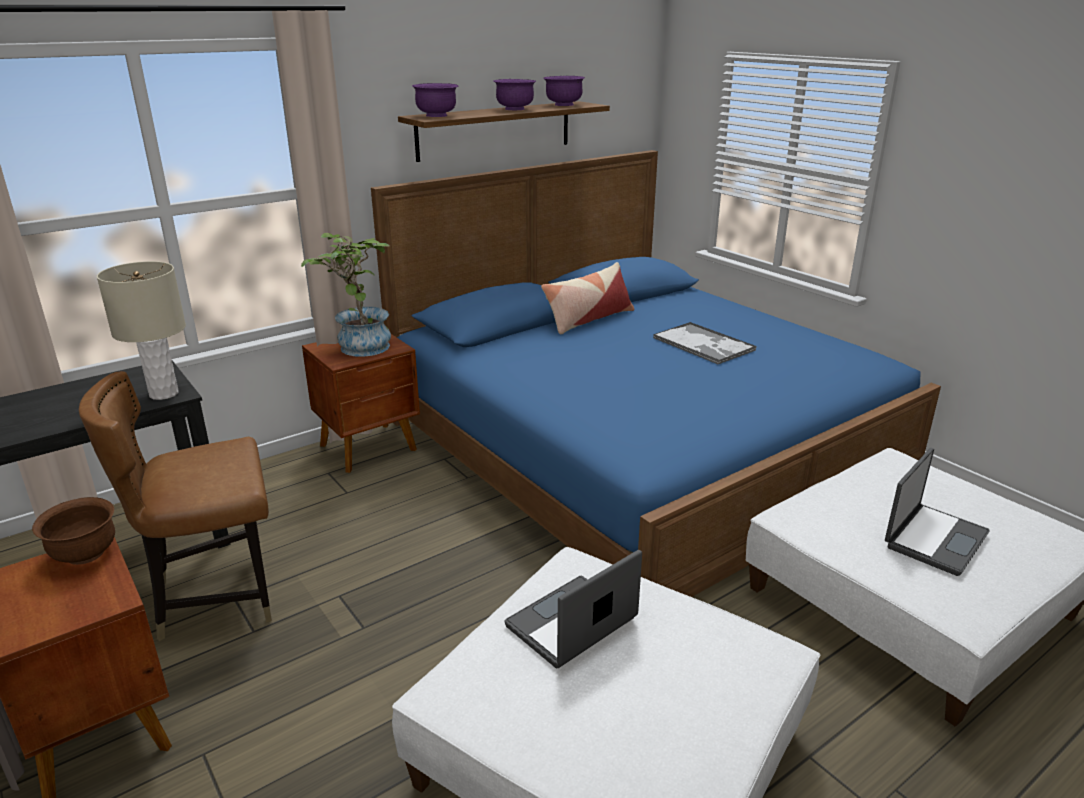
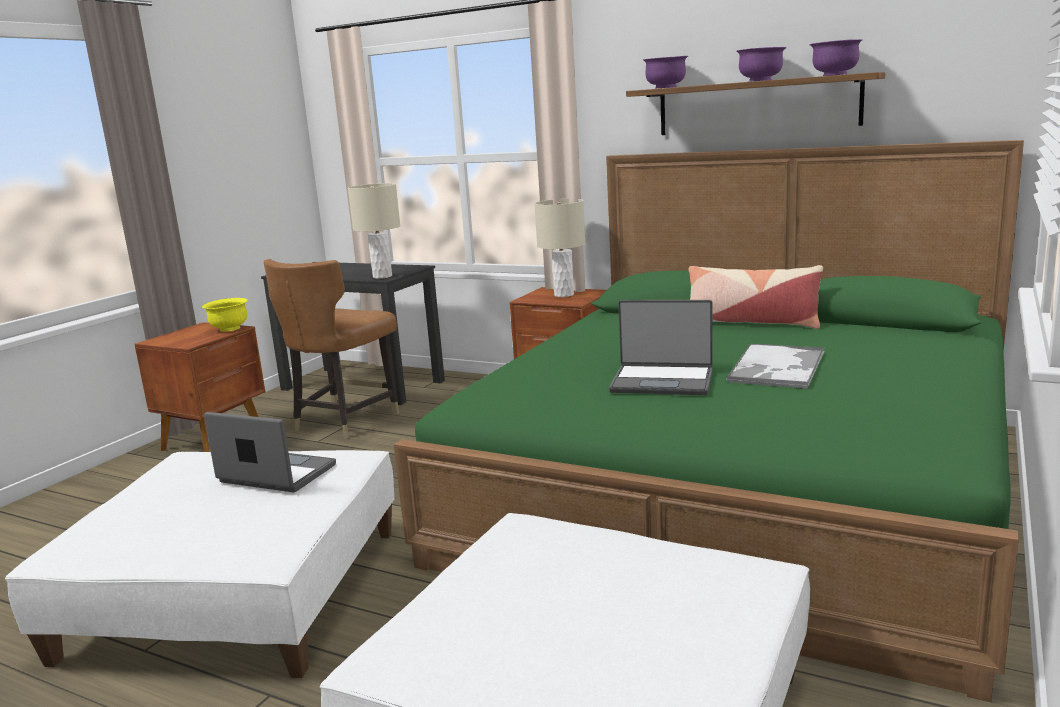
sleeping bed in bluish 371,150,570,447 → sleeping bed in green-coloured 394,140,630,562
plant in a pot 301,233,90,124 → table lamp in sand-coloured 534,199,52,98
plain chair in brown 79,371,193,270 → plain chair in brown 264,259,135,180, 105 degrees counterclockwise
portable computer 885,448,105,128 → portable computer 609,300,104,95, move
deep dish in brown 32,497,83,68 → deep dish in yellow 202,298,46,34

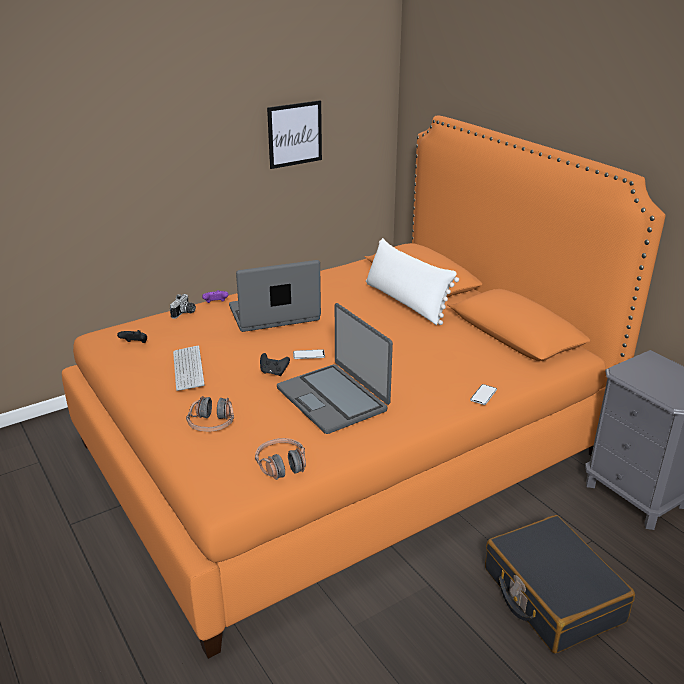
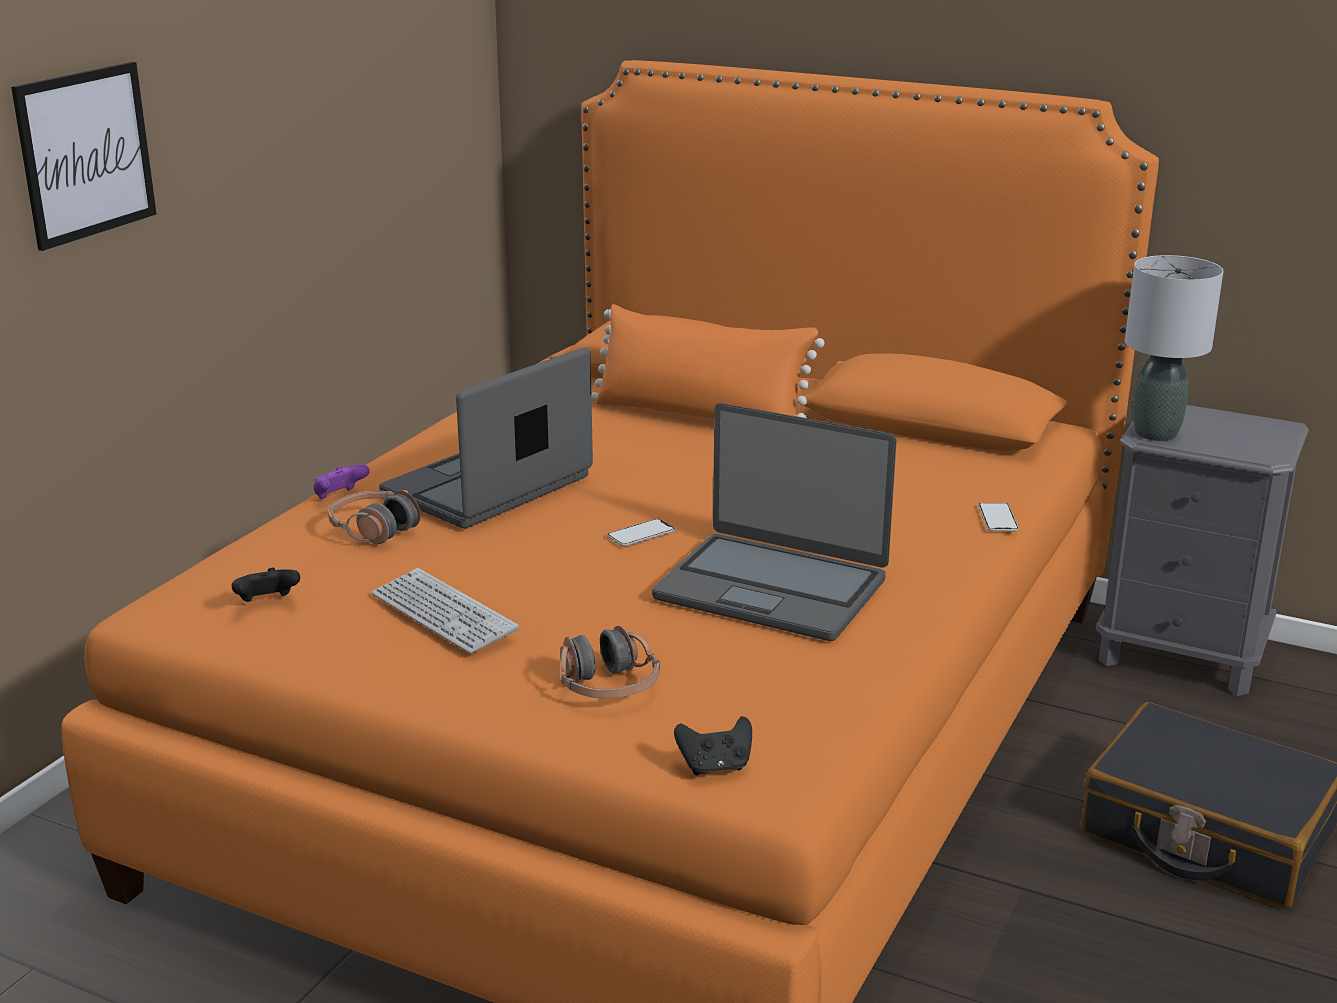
wall picture 267,100,55,69 → wall picture 11,62,145,189, move
throw pillow in white 366,238,93,87 → throw pillow in orange-coloured 591,304,234,115
still camera 170,294,26,25 → -
game controller in black-coloured 260,353,30,23 → game controller in black-coloured 674,716,78,59, move
headset 255,438,51,42 → headset 328,490,93,54, move
- → table lamp in gray 1125,255,98,186

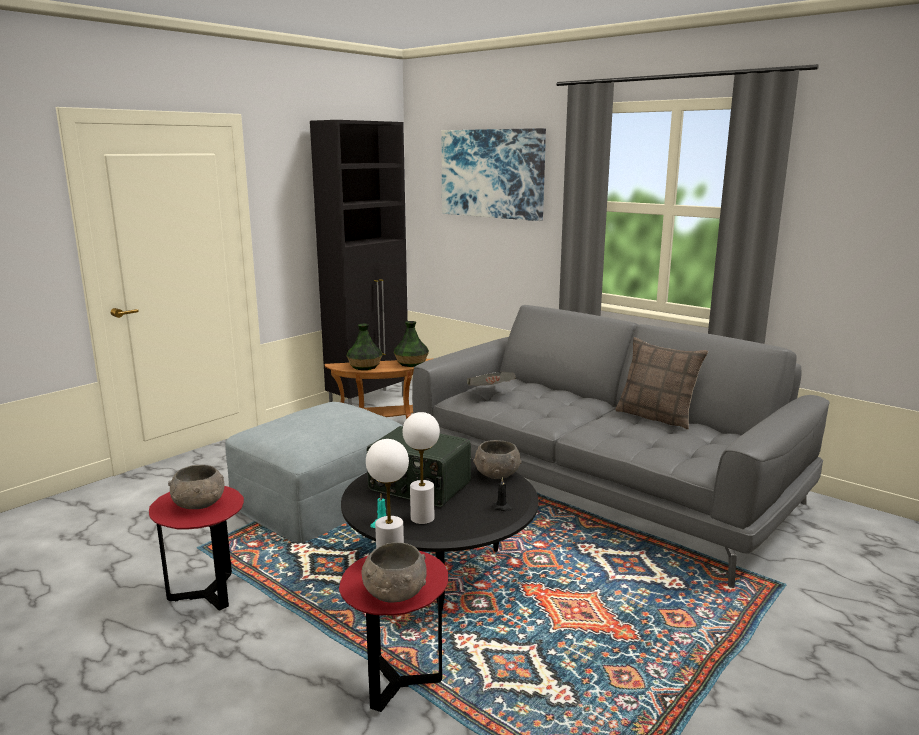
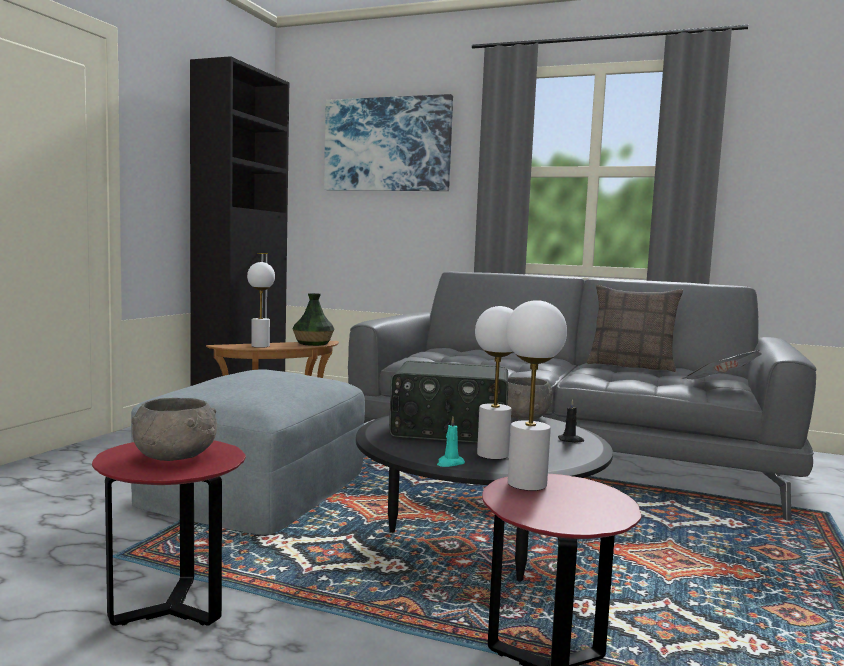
decorative vase 347,324,35,46 → table lamp in white 247,262,28,86
newspaper 467,372,49,14 → newspaper 682,350,80,30, move
deep dish in gray 361,542,66,61 → -

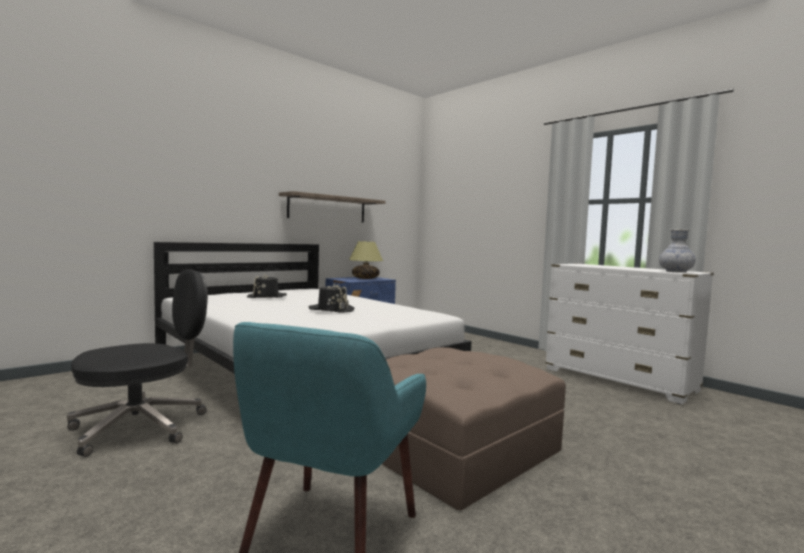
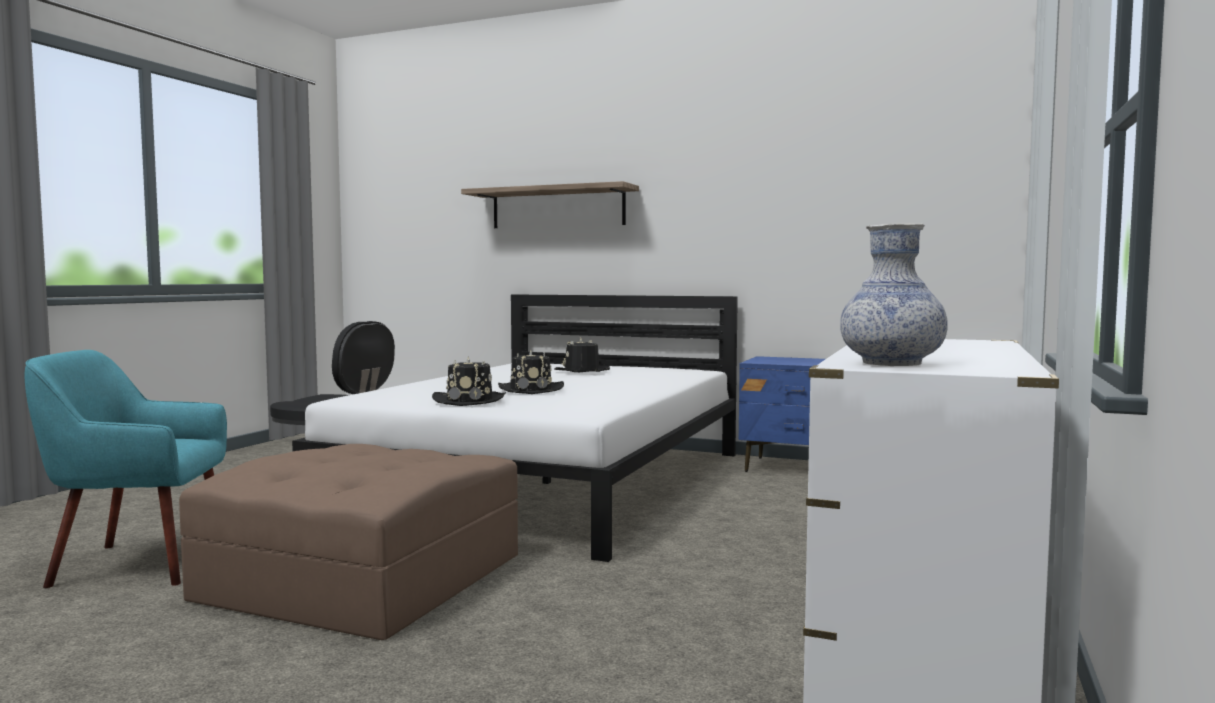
shelf 279,191,106,31 → shelf 461,181,178,47, move
table lamp 349,241,34,38 → -
- → hat in black-coloured 432,356,74,50

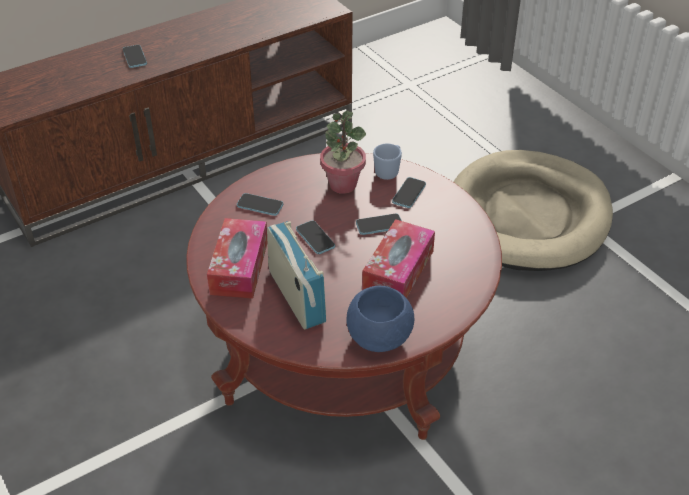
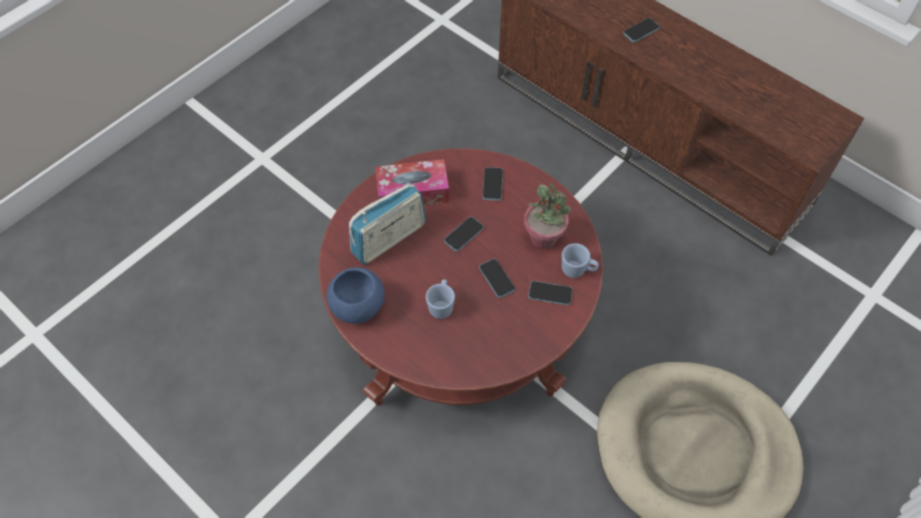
tissue box 362,219,73,79 → coffee mug in bluish 426,279,29,40

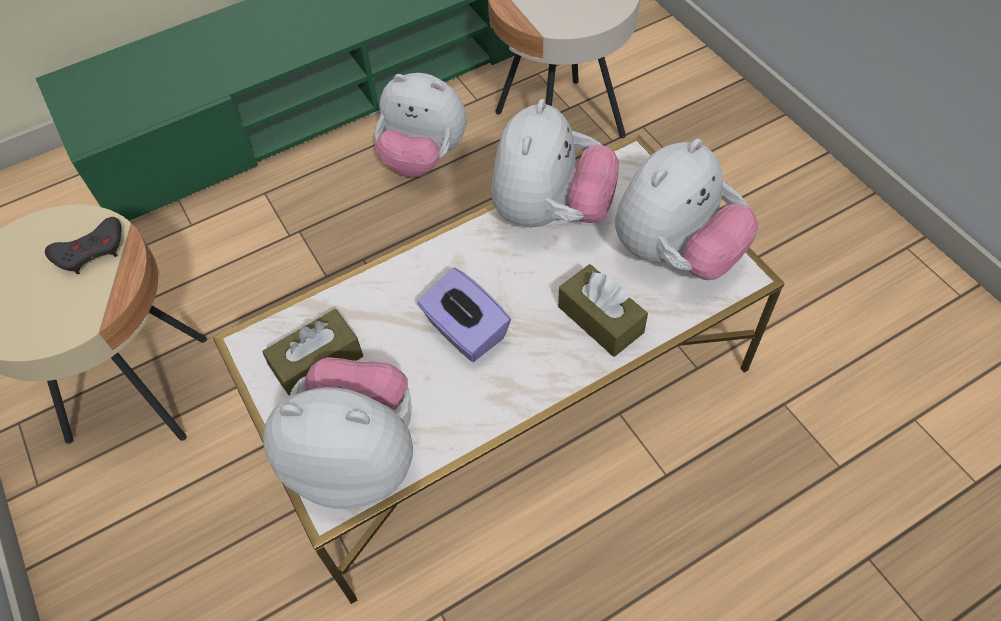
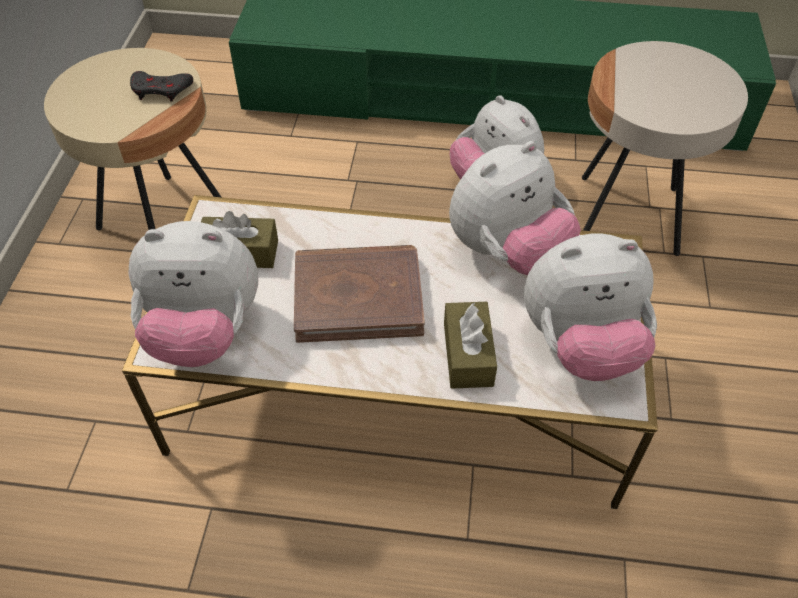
tissue box in purplish 417,268,94,94 → volume in brown 294,245,131,98
plush toy 263,357,150,152 → plush toy 129,221,129,146, 135 degrees clockwise

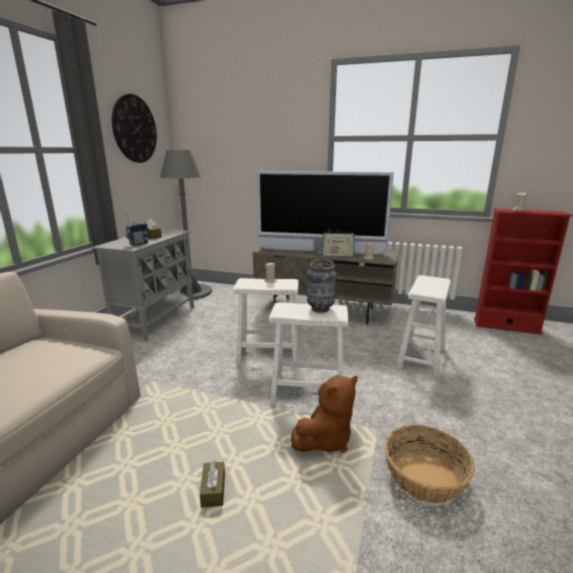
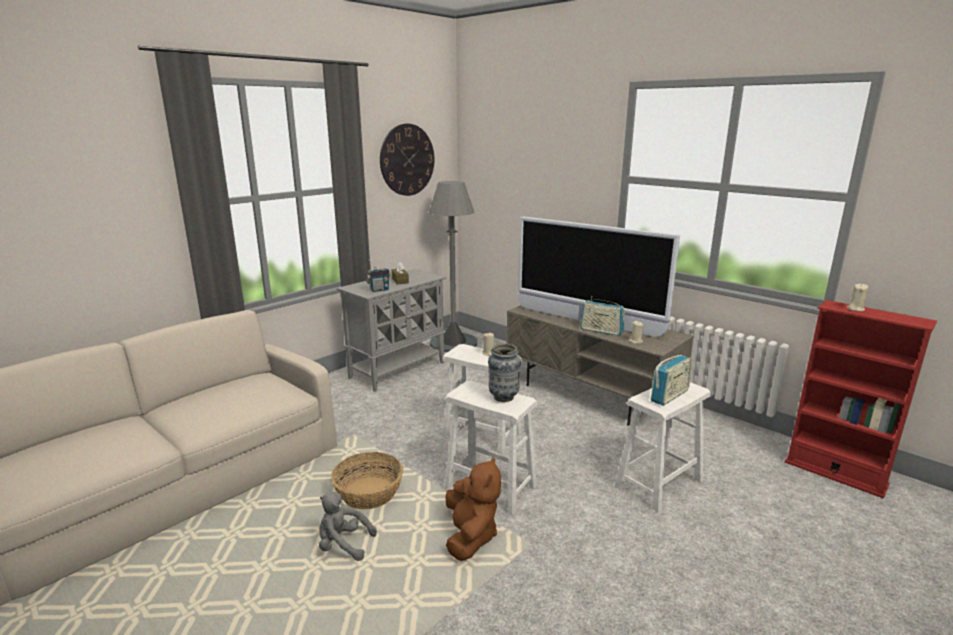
plush toy in brown 291,375,66,78 → plush toy in brown 445,457,56,104, 75 degrees counterclockwise
storage basket 384,425,91,79 → storage basket 331,452,72,57, move
tissue box in brown 200,460,25,48 → plush toy in gray 319,492,58,69
- → radio set 651,355,41,51

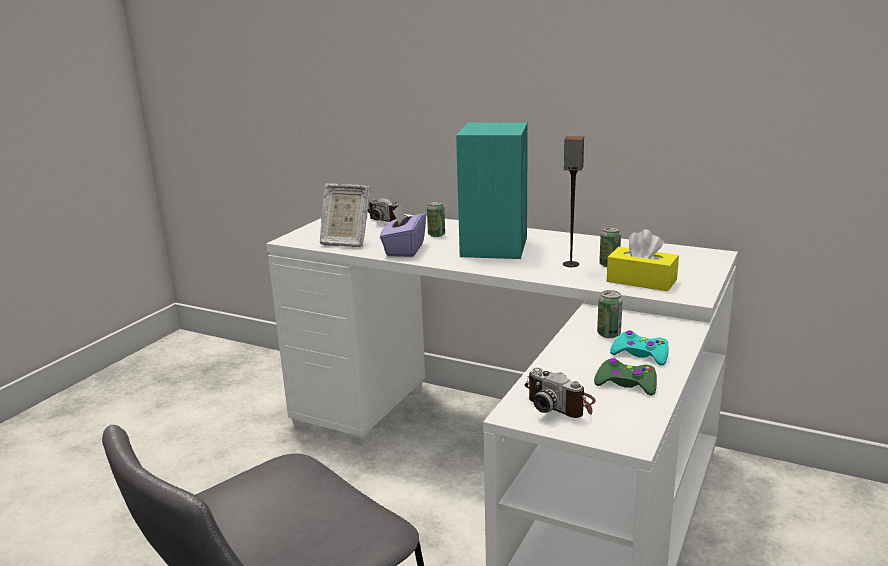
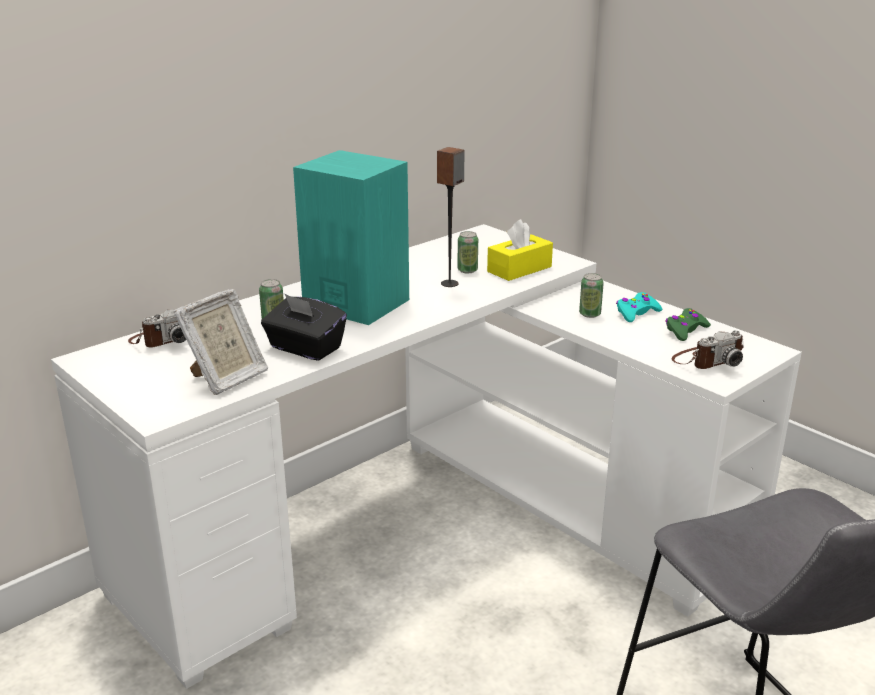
tissue box in purplish 380,204,46,53 → tissue box in black-coloured 261,294,86,67

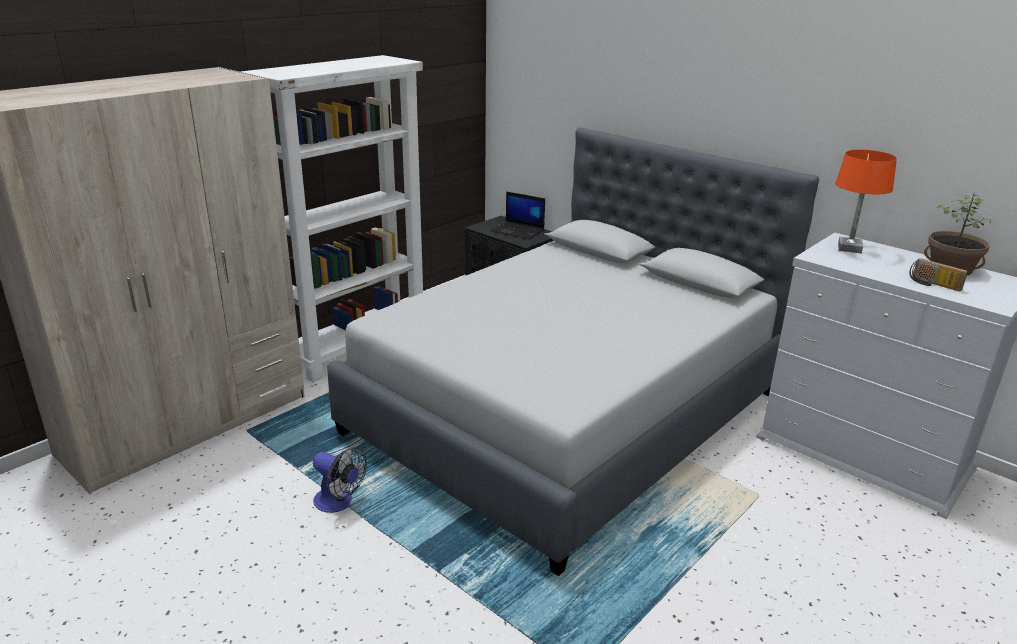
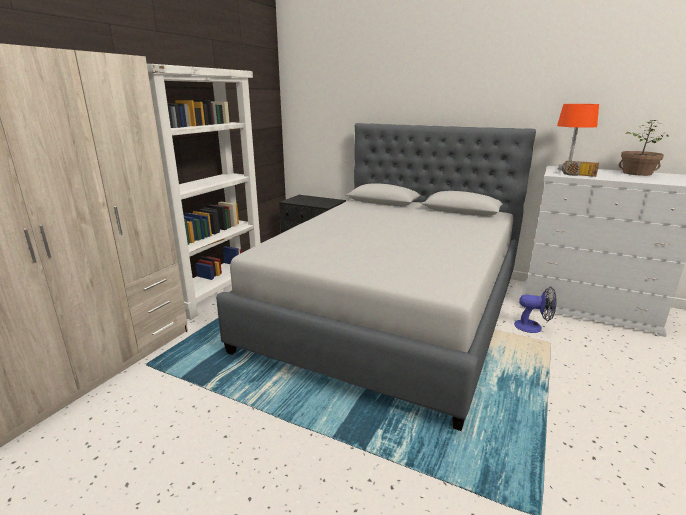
portable computer 490,191,55,48 → -
radio set 909,258,59,34 → radio set 562,161,37,16, move
fan 313,447,54,66 → fan 514,287,43,46, move

